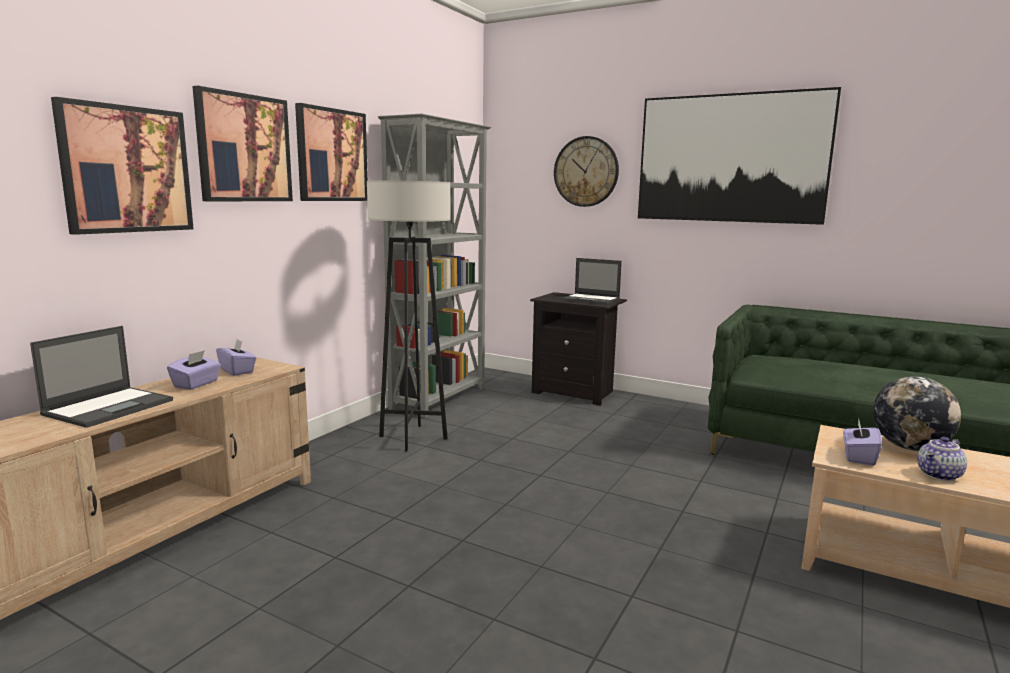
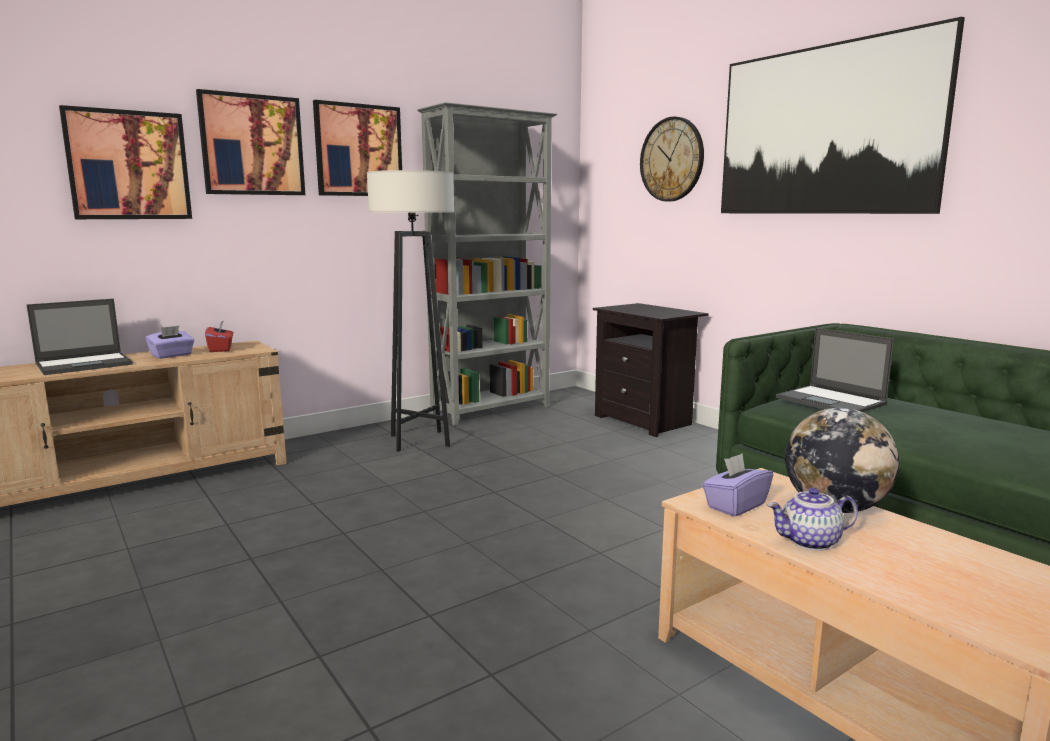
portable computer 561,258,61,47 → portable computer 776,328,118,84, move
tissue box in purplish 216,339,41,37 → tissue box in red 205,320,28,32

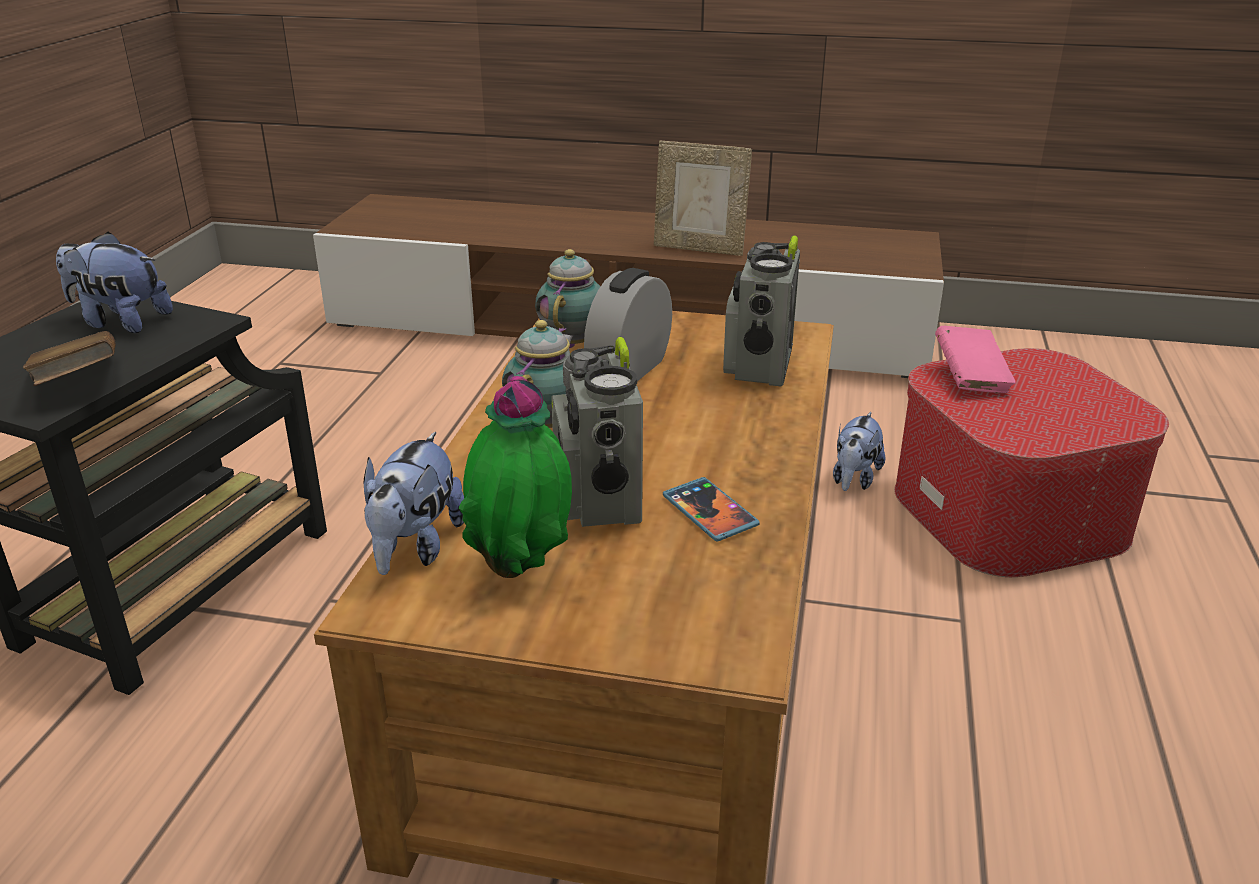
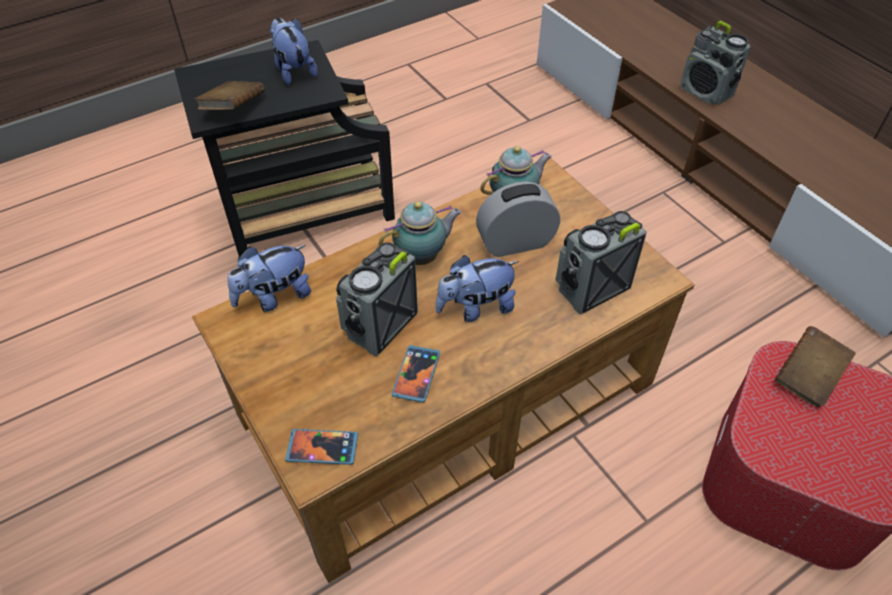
standing frame 654,141,98,115 → -
volume in pinkish 935,326,81,67 → volume in brown 775,326,81,82
plant in a pot 459,376,113,202 → -
plush toy 833,412,52,79 → plush toy 435,255,84,67, move
- → radio set 680,21,71,84
- → handset 285,429,73,36

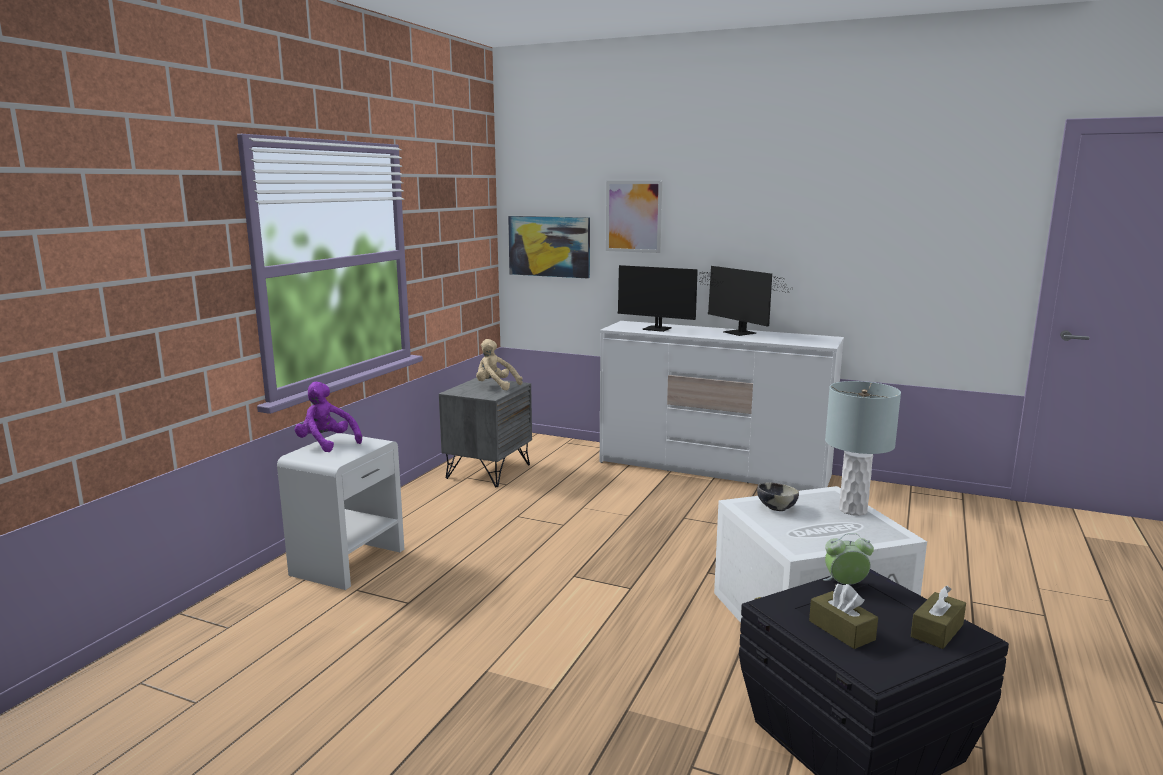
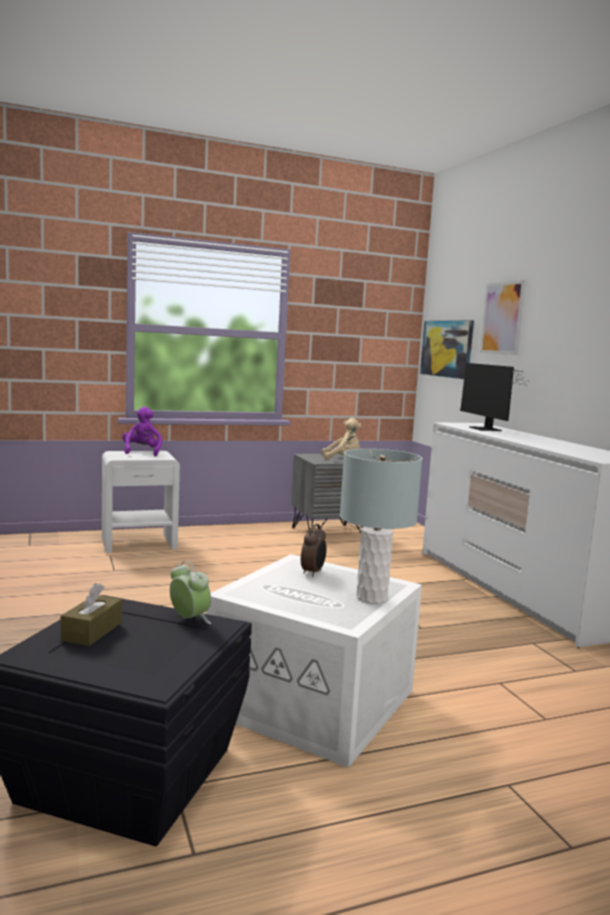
monitor 708,266,84,70 → -
plush toy in sand-coloured 476,339,47,51 → plush toy in sand-coloured 322,418,39,43, 105 degrees clockwise
deep dish 757,482,42,29 → table clock 301,524,26,53
tissue box in brown 911,585,55,64 → -

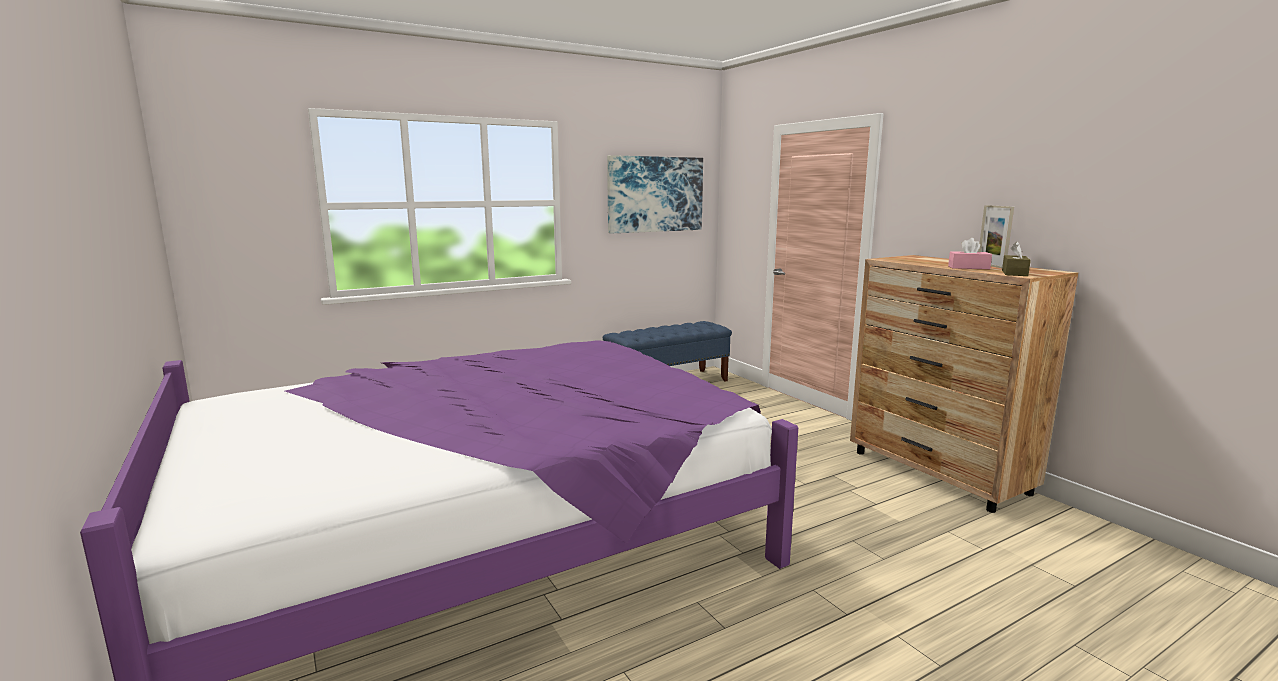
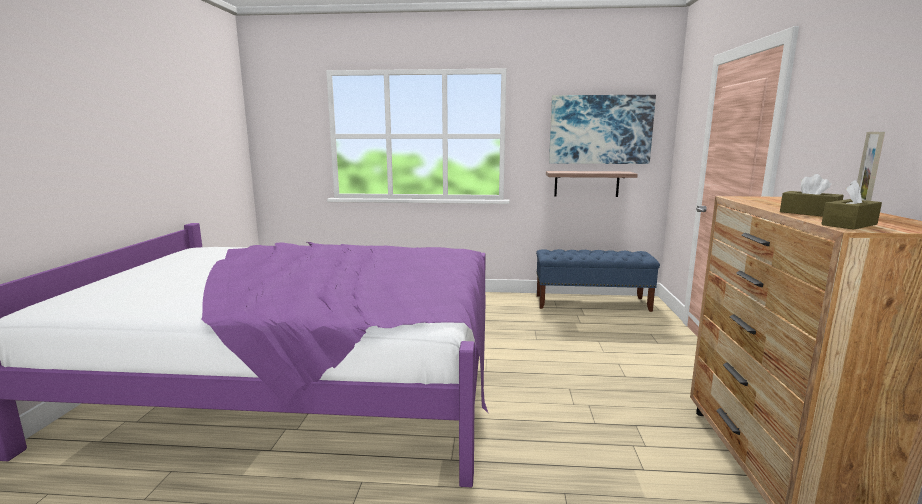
tissue box in pinkish 948,238,44,31 → tissue box in brown 780,174,64,43
- → shelf 546,171,92,26

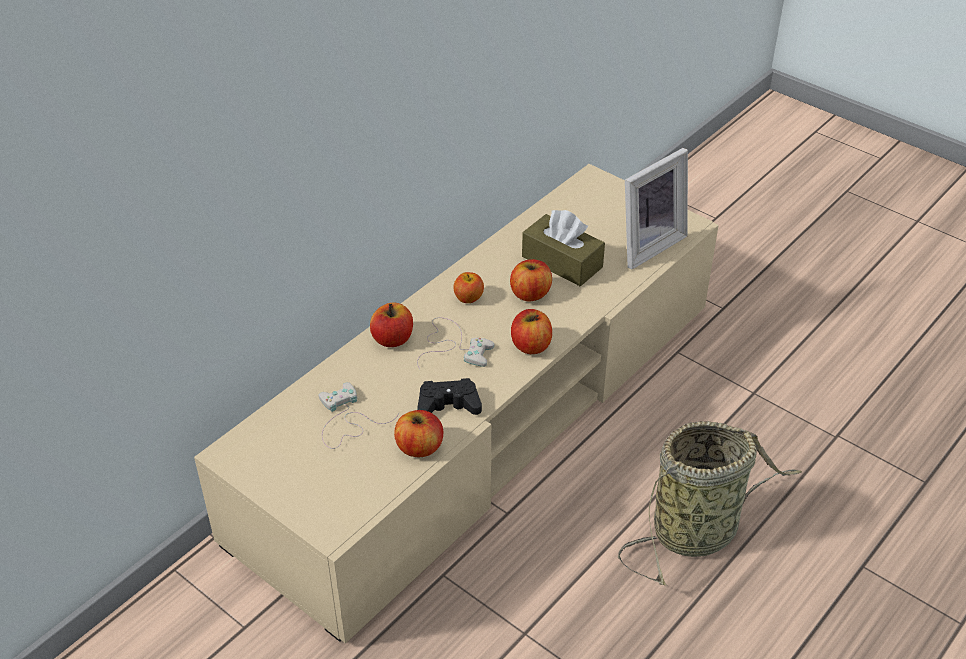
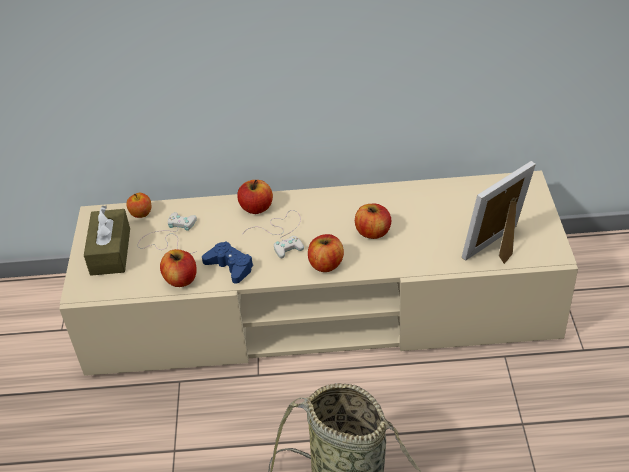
standing frame 625,148,63,122 → standing frame 462,161,74,103, 135 degrees clockwise
tissue box in brown 522,210,83,76 → tissue box in brown 84,205,46,71, move
apple 454,272,30,31 → apple 126,193,25,25, move
game controller in black-coloured 417,378,65,37 → game controller in bluish 202,242,52,42

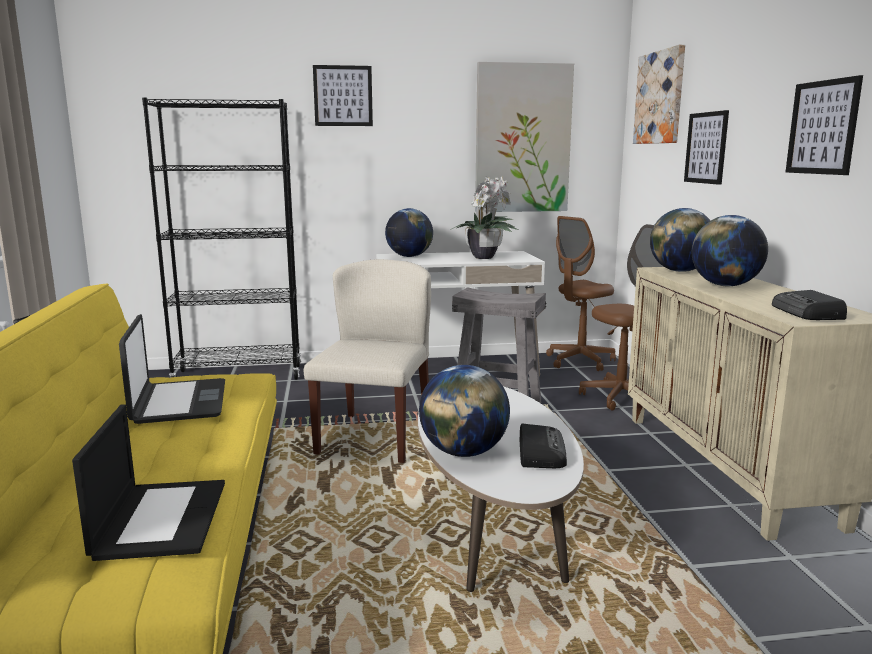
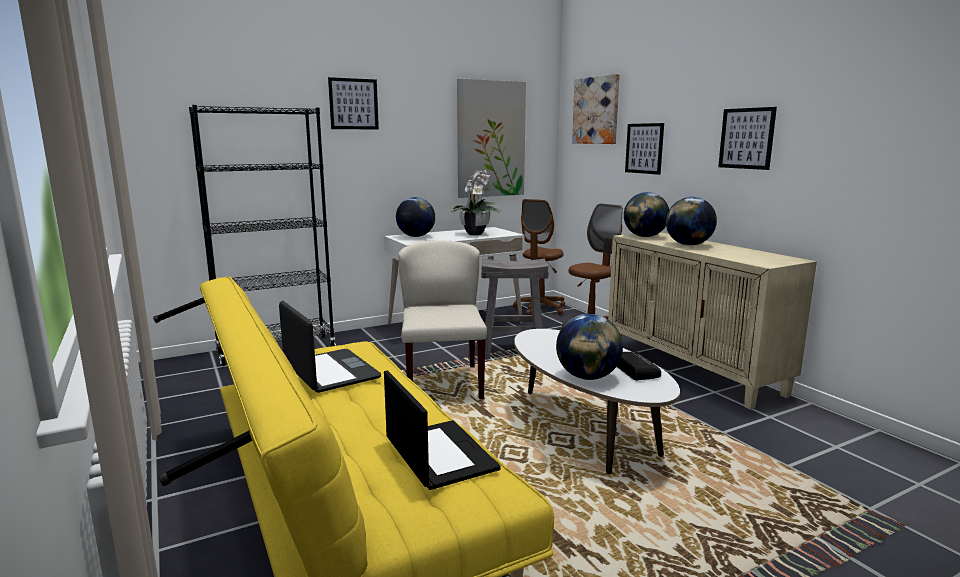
radio set 772,290,75,30 → -

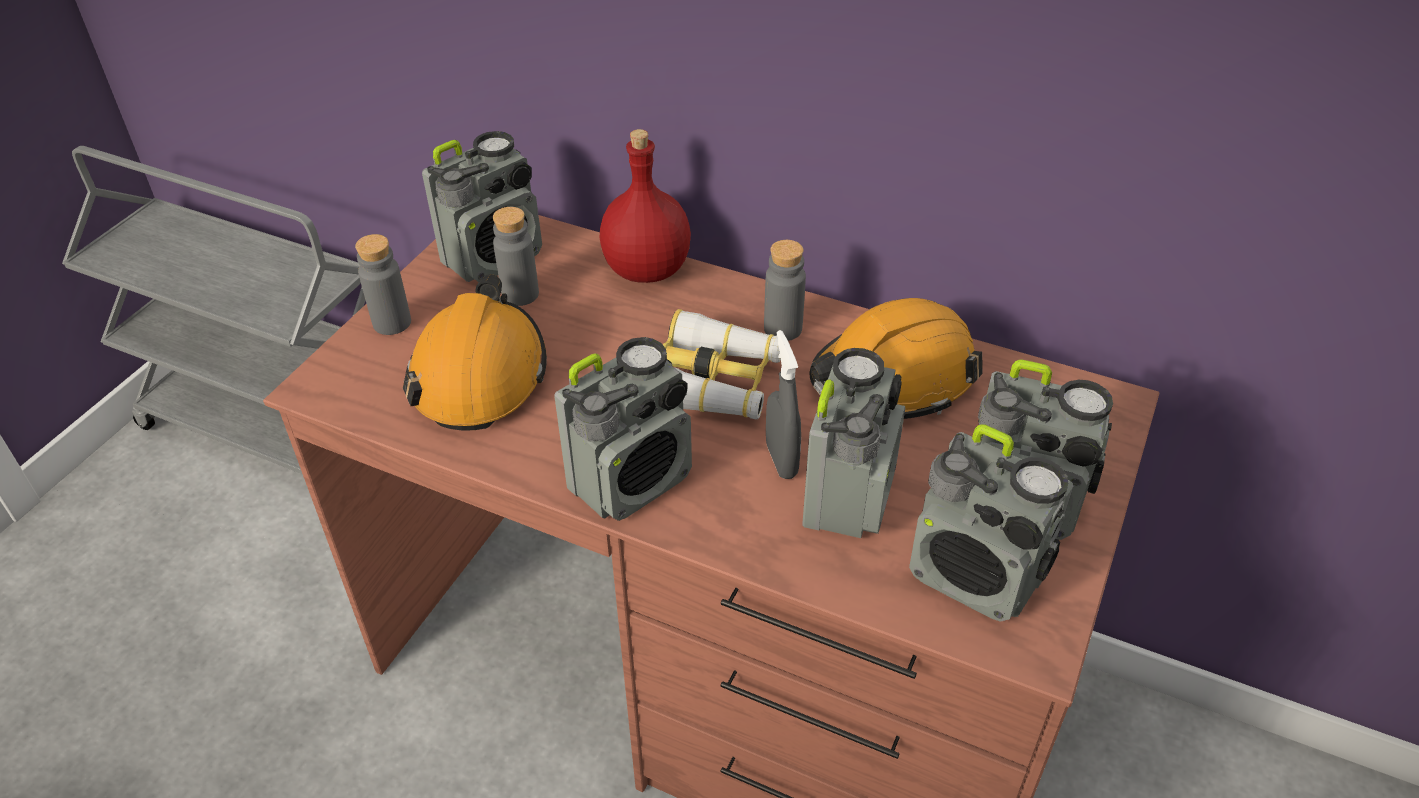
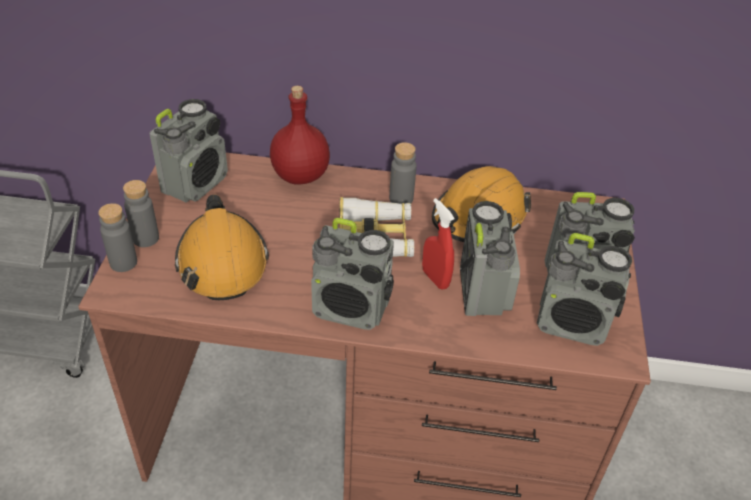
bottle in gray 493,207,46,99 → bottle in gray 98,203,39,69, move
sprayer in gray 766,330,35,149 → sprayer in red 422,198,33,92
radio set 554,337,138,184 → radio set 311,218,83,112, 75 degrees clockwise

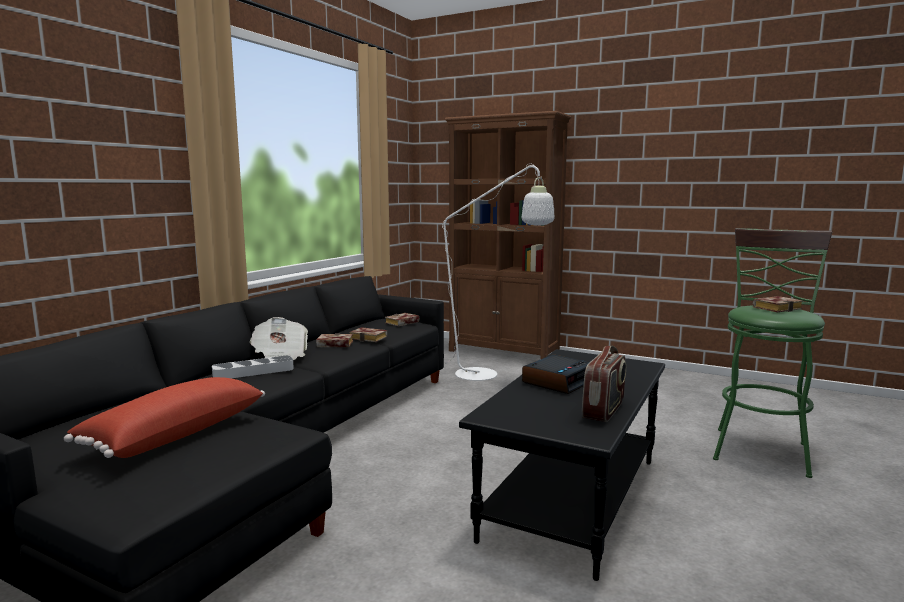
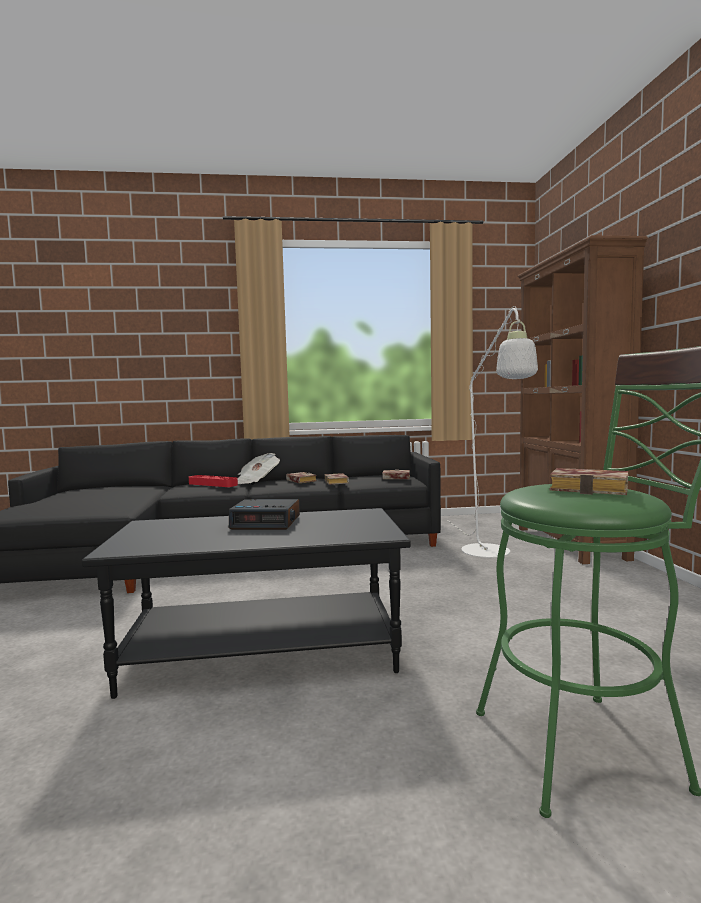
radio set 582,346,44,76 → -
serving tray in gray 212,356,82,22 → serving tray in red 189,475,49,12
throw pillow in red 64,377,201,81 → -

